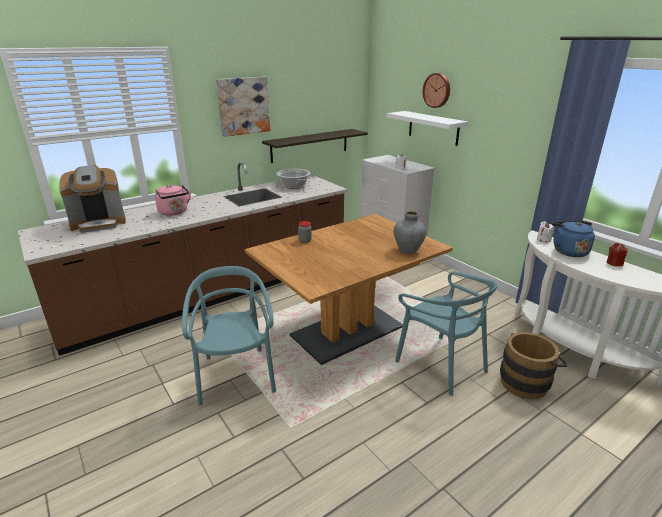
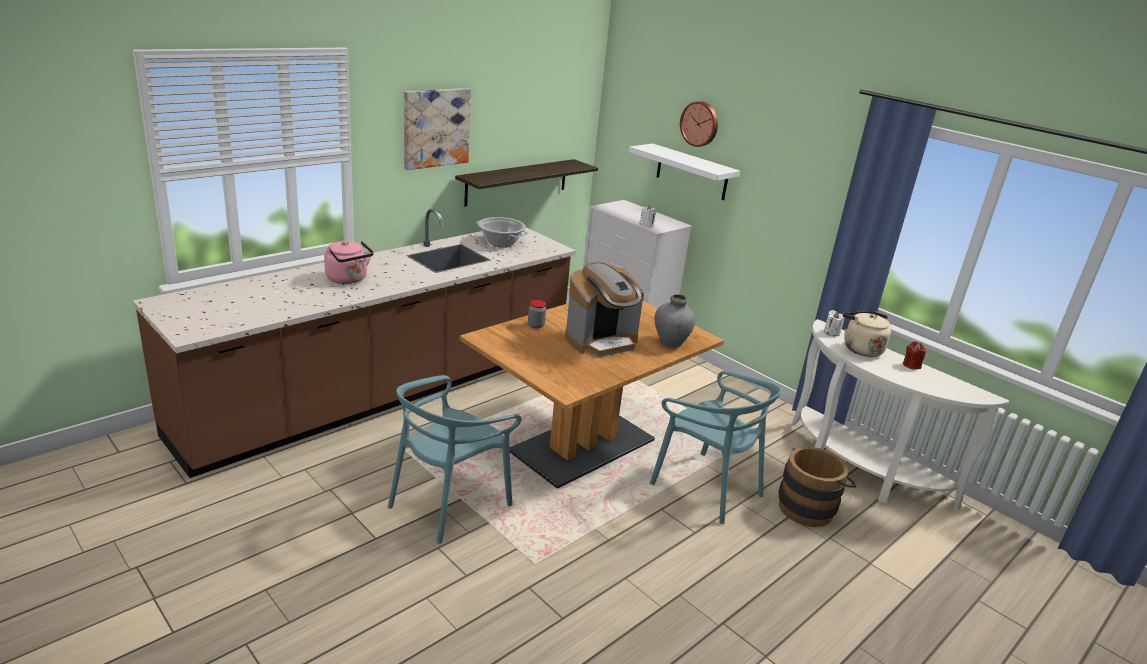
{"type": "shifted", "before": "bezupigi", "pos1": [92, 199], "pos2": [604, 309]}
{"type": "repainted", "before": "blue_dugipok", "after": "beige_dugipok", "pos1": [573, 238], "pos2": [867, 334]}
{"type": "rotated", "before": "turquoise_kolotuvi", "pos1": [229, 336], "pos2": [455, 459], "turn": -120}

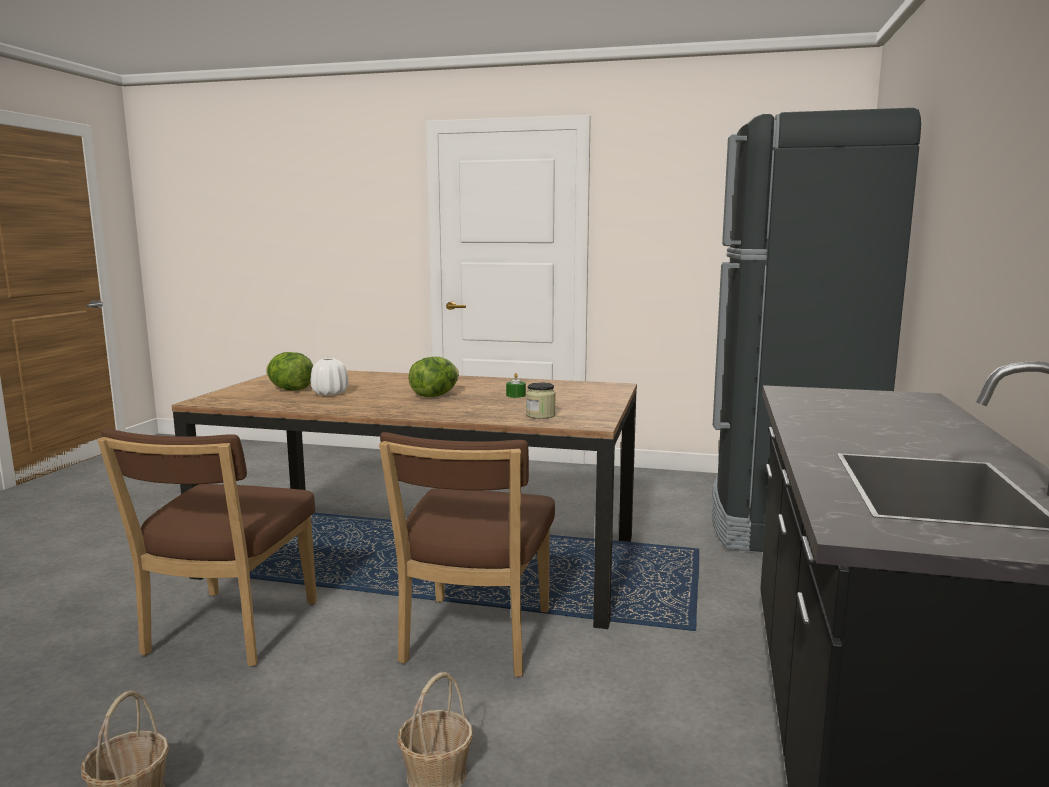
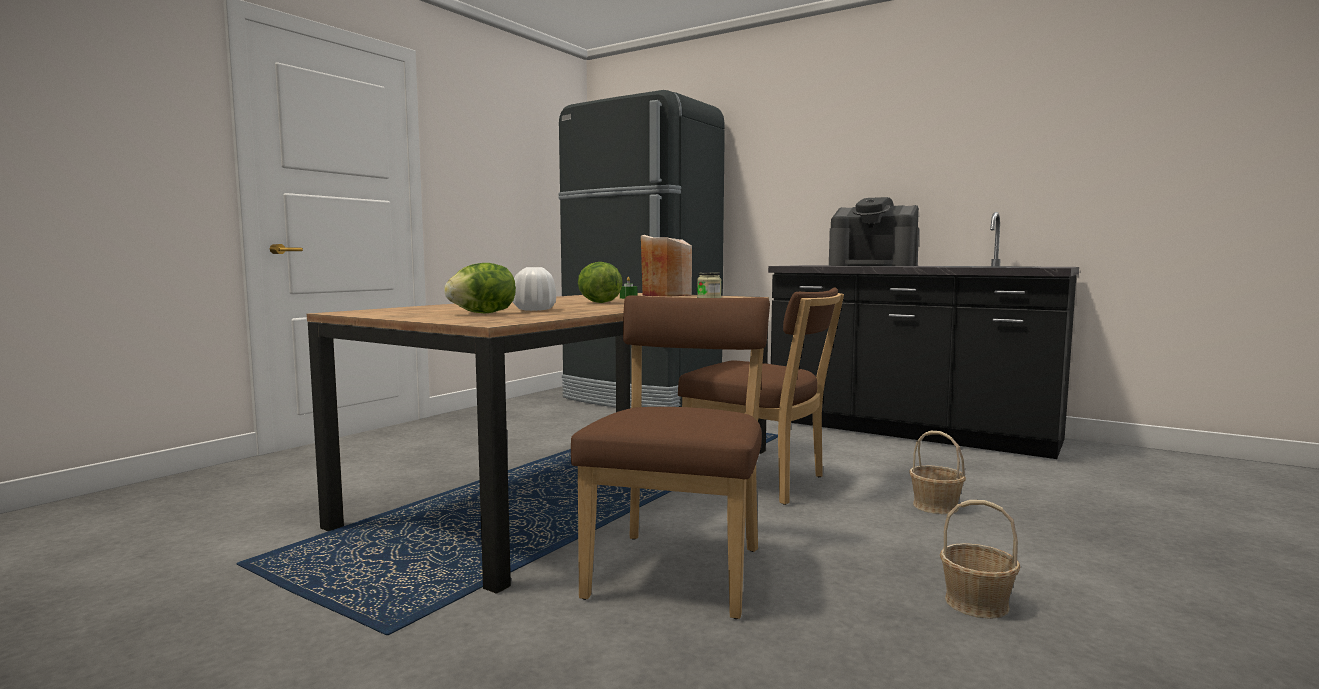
{"type": "new", "after": "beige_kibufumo", "pos2": [666, 266]}
{"type": "new", "after": "bezupigi", "pos2": [874, 231]}
{"type": "rotated", "before": "brown_kolotuvi", "pos1": [207, 547], "pos2": [670, 457], "turn": -105}

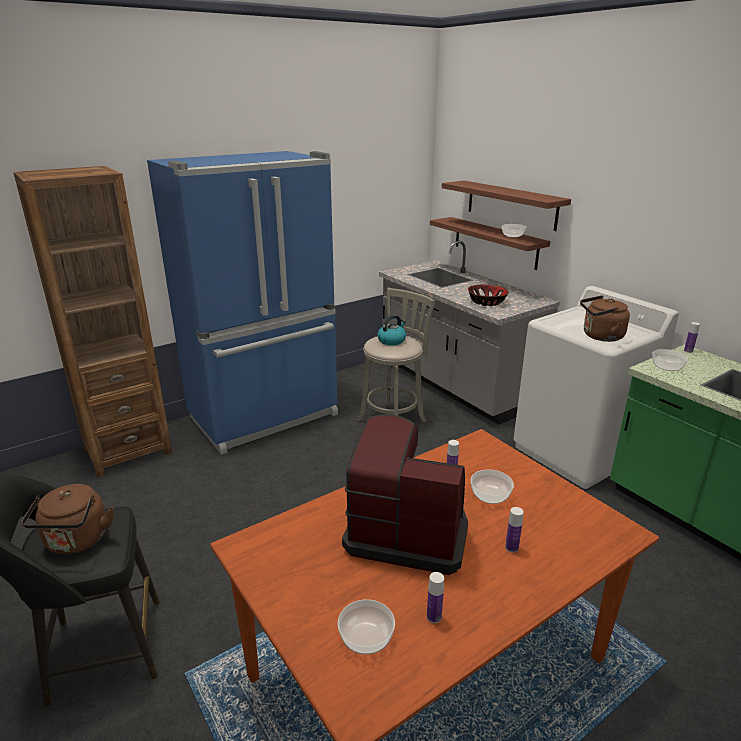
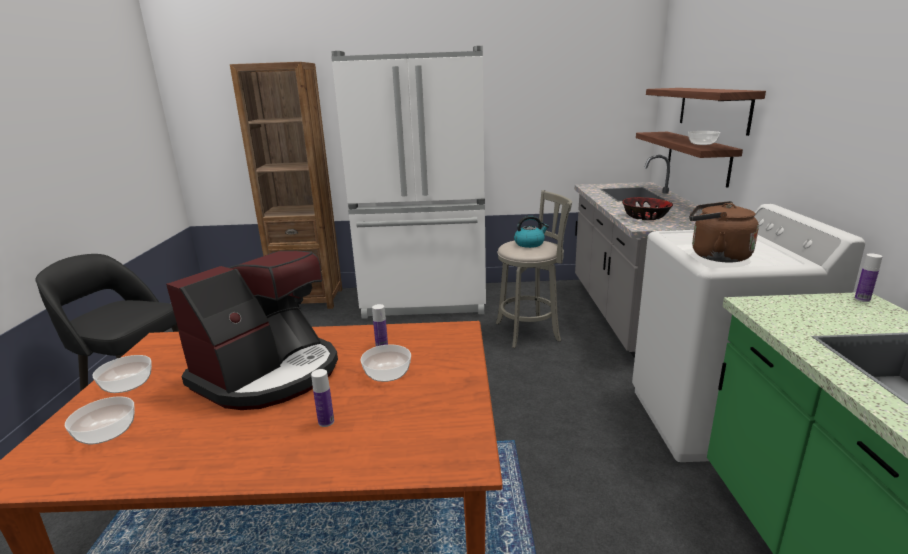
{"type": "gone", "before": "brown_dugipok", "pos1": [67, 519]}
{"type": "gone", "before": "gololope", "pos1": [435, 597]}
{"type": "shifted", "before": "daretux", "pos1": [670, 360], "pos2": [122, 374]}
{"type": "repainted", "before": "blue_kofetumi", "after": "white_kofetumi", "pos1": [242, 303], "pos2": [408, 182]}
{"type": "rotated", "before": "bezupigi", "pos1": [405, 494], "pos2": [252, 330], "turn": 75}

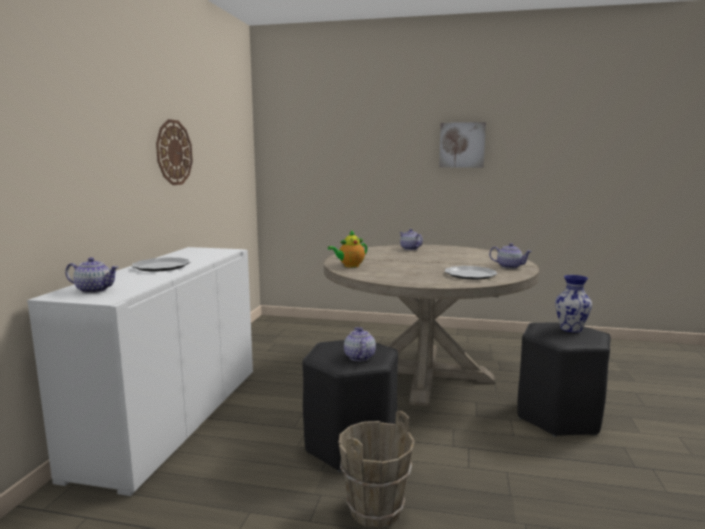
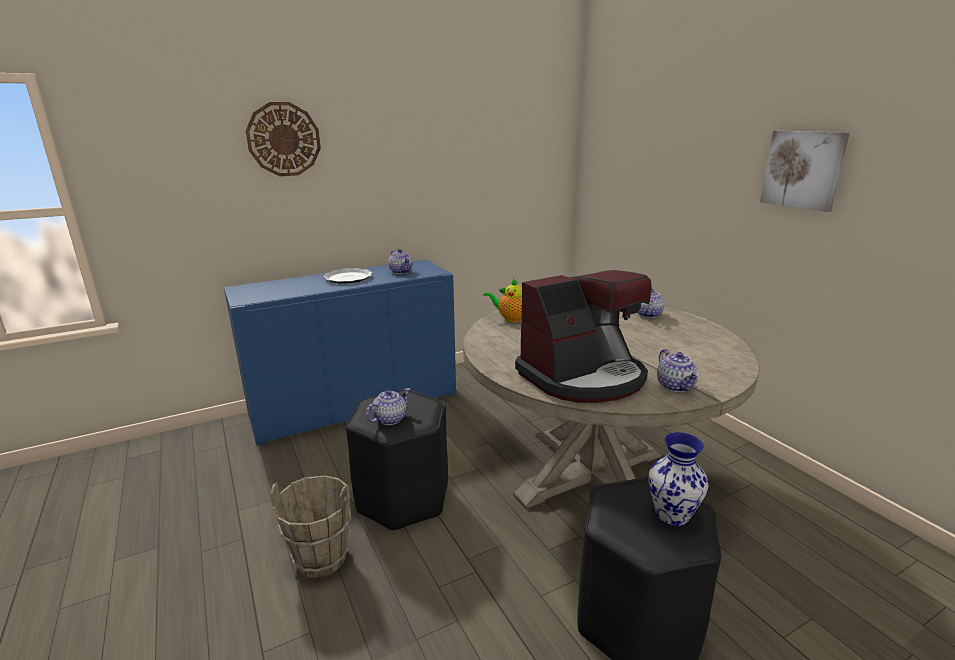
{"type": "shifted", "before": "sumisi", "pos1": [92, 275], "pos2": [400, 261]}
{"type": "shifted", "before": "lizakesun", "pos1": [174, 152], "pos2": [283, 139]}
{"type": "swapped", "before": "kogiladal", "after": "bezupigi", "pos1": [471, 273], "pos2": [583, 336]}
{"type": "repainted", "before": "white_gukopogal", "after": "blue_gukopogal", "pos1": [140, 371], "pos2": [340, 353]}

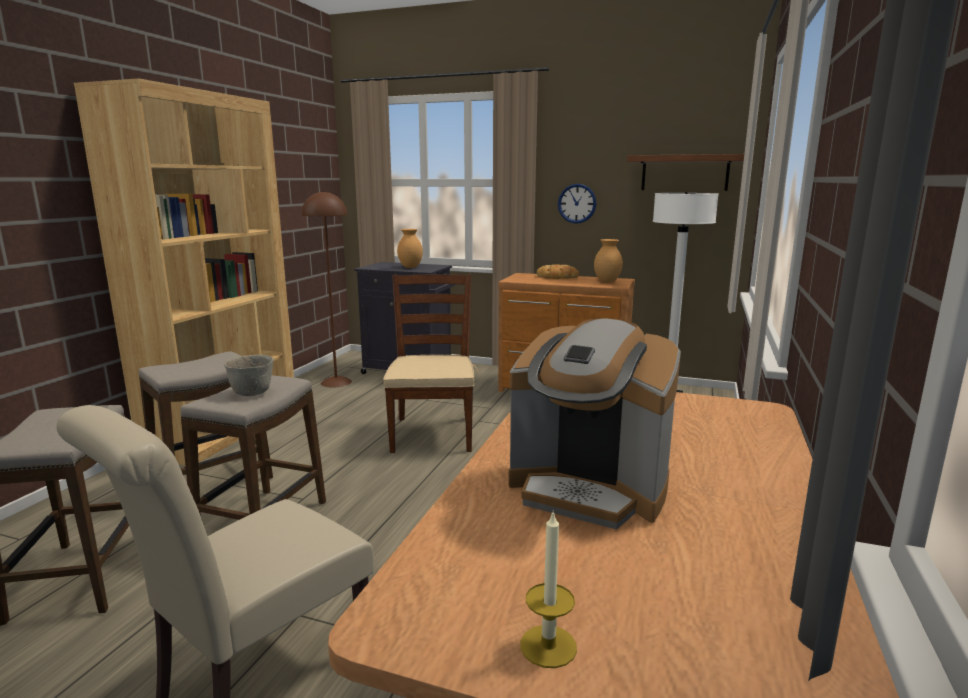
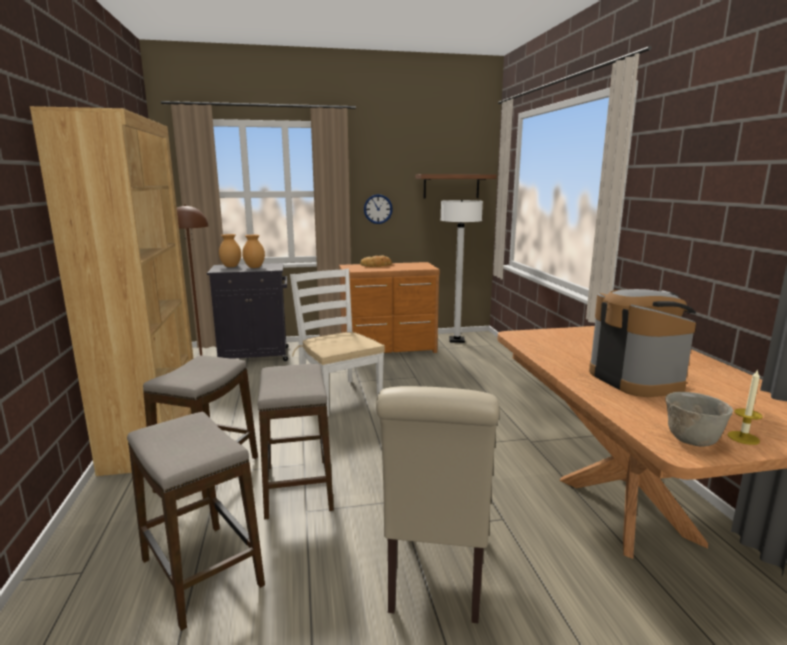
{"type": "shifted", "before": "grey_daretux", "pos1": [249, 375], "pos2": [699, 419]}
{"type": "shifted", "before": "brown_kibufumo", "pos1": [608, 261], "pos2": [230, 250]}
{"type": "repainted", "before": "brown_kolotuvi", "after": "white_kolotuvi", "pos1": [431, 363], "pos2": [337, 342]}
{"type": "rotated", "before": "bezupigi", "pos1": [595, 424], "pos2": [642, 343], "turn": -105}

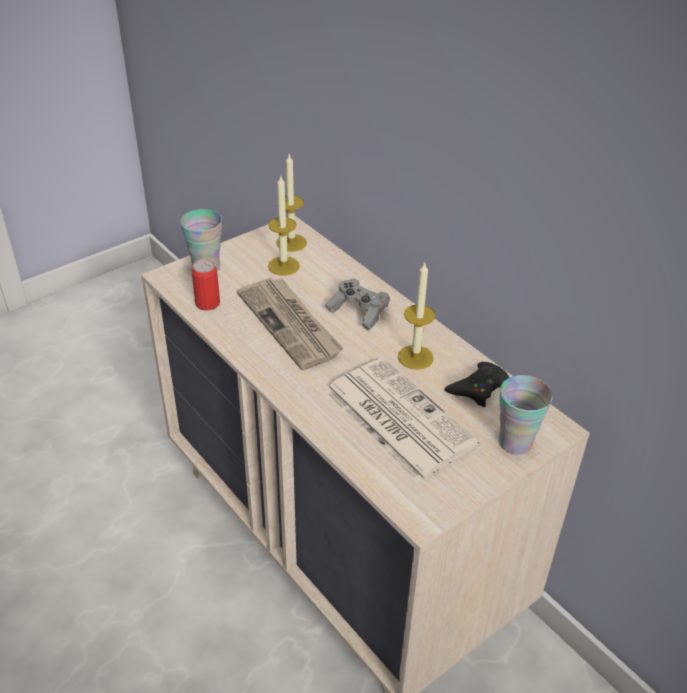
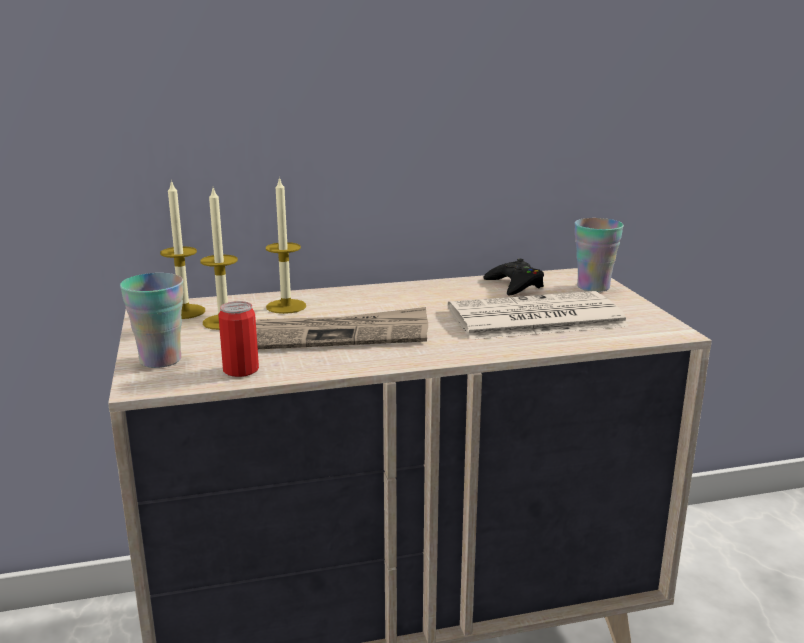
{"type": "gone", "before": "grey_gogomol", "pos1": [357, 304]}
{"type": "shifted", "before": "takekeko", "pos1": [417, 315], "pos2": [286, 245]}

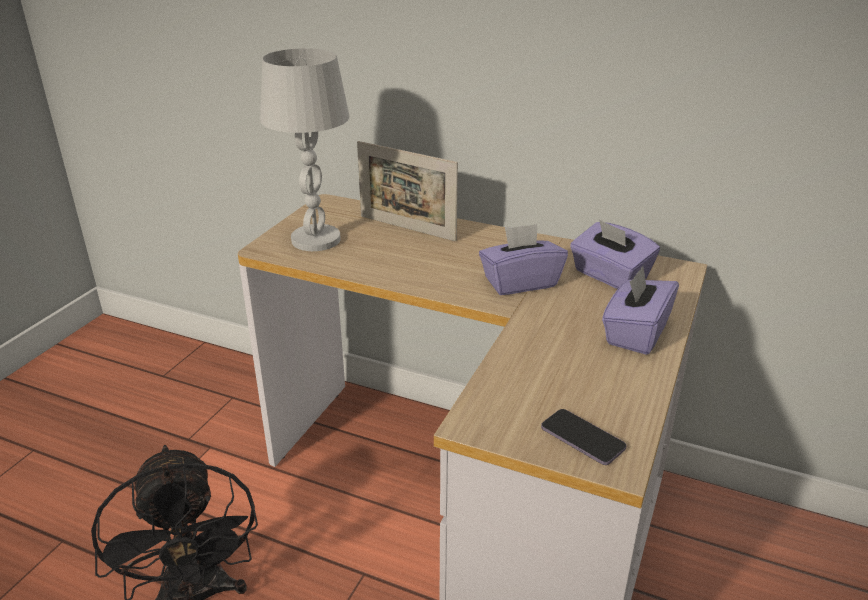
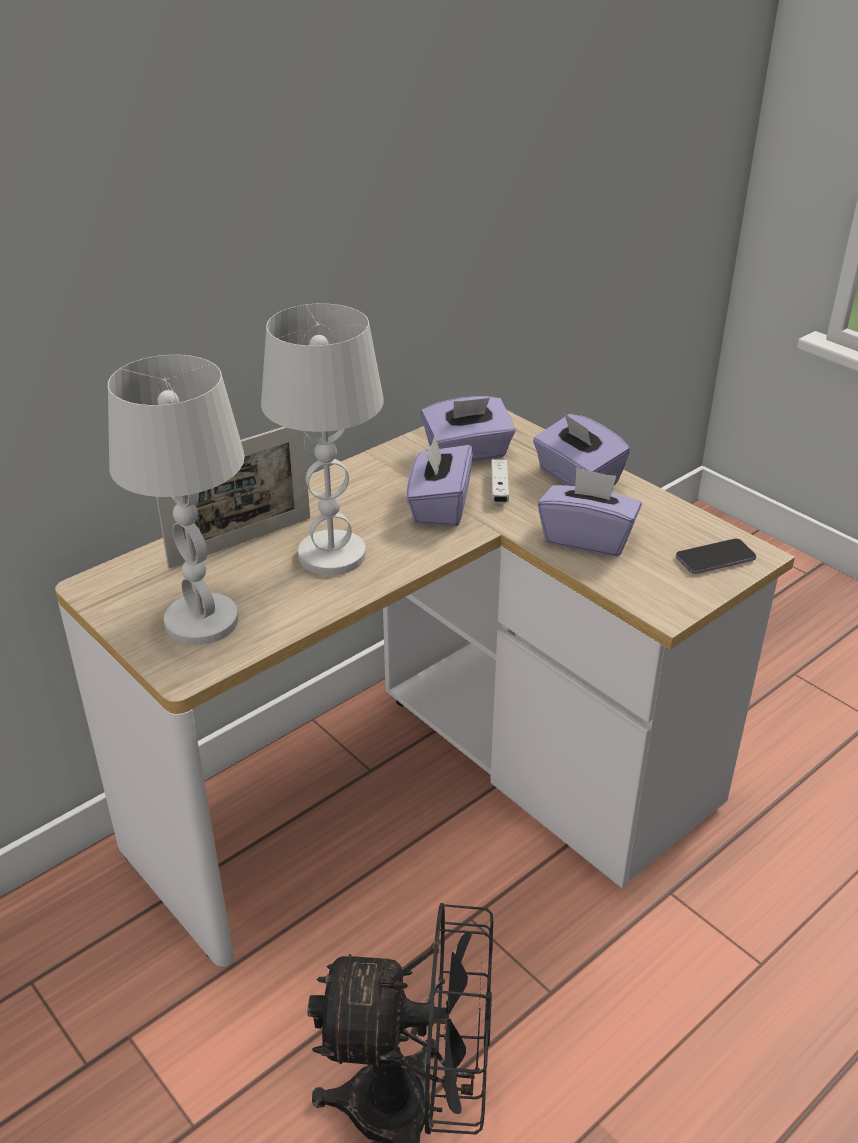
{"type": "new", "after": "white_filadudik", "pos2": [322, 439]}
{"type": "new", "after": "white_gogomol", "pos2": [500, 481]}
{"type": "new", "after": "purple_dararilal", "pos2": [590, 512]}

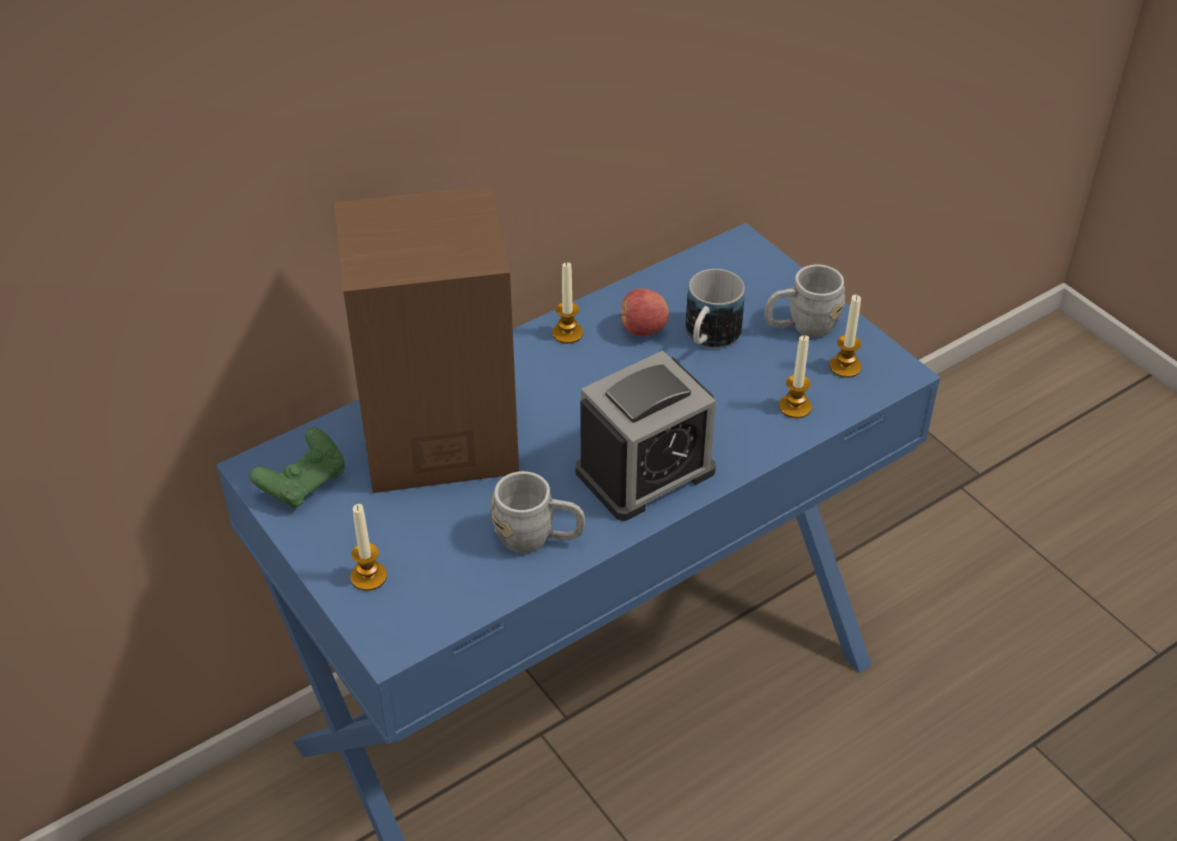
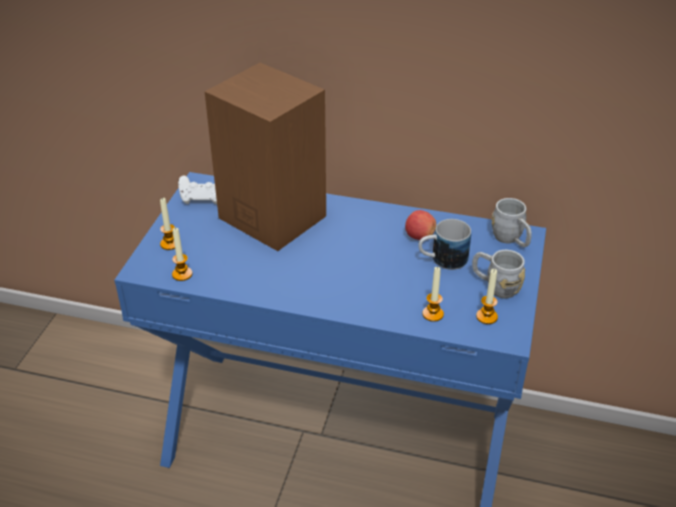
{"type": "gone", "before": "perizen", "pos1": [645, 436]}
{"type": "shifted", "before": "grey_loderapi", "pos1": [537, 512], "pos2": [512, 222]}
{"type": "shifted", "before": "takekeko", "pos1": [567, 303], "pos2": [182, 254]}
{"type": "repainted", "before": "green_gogomol", "after": "white_gogomol", "pos1": [297, 468], "pos2": [197, 189]}

